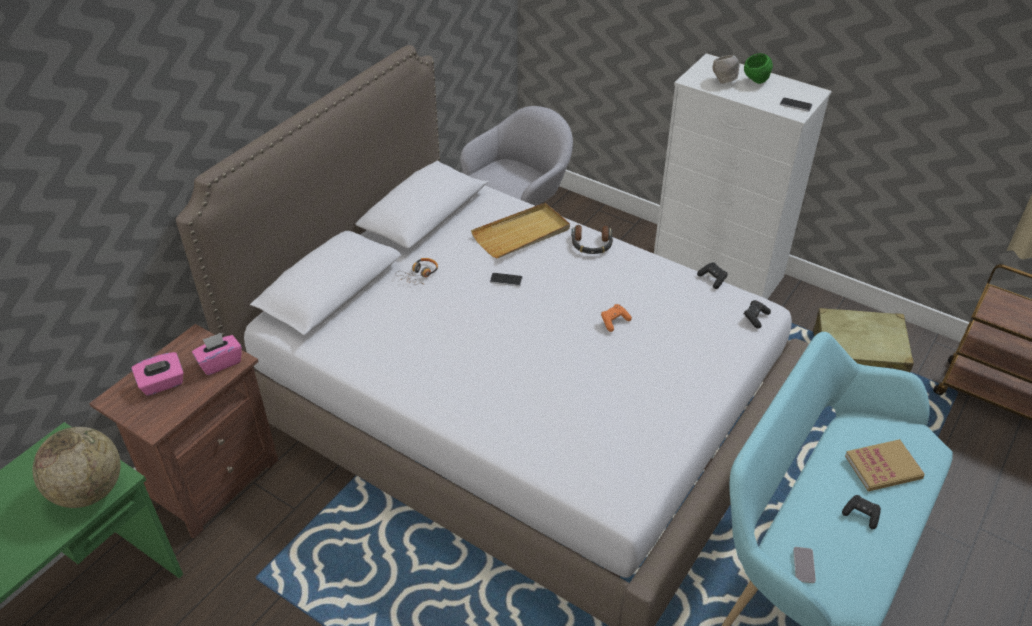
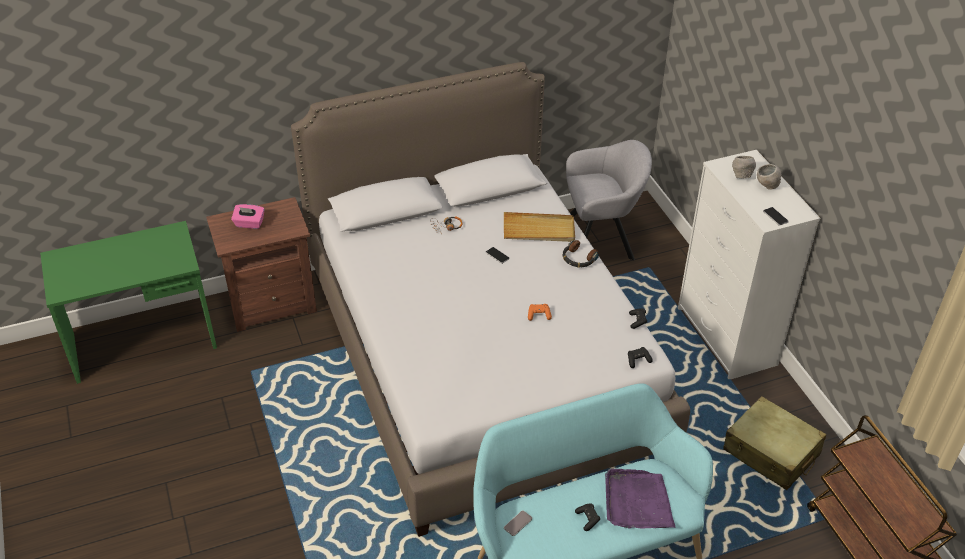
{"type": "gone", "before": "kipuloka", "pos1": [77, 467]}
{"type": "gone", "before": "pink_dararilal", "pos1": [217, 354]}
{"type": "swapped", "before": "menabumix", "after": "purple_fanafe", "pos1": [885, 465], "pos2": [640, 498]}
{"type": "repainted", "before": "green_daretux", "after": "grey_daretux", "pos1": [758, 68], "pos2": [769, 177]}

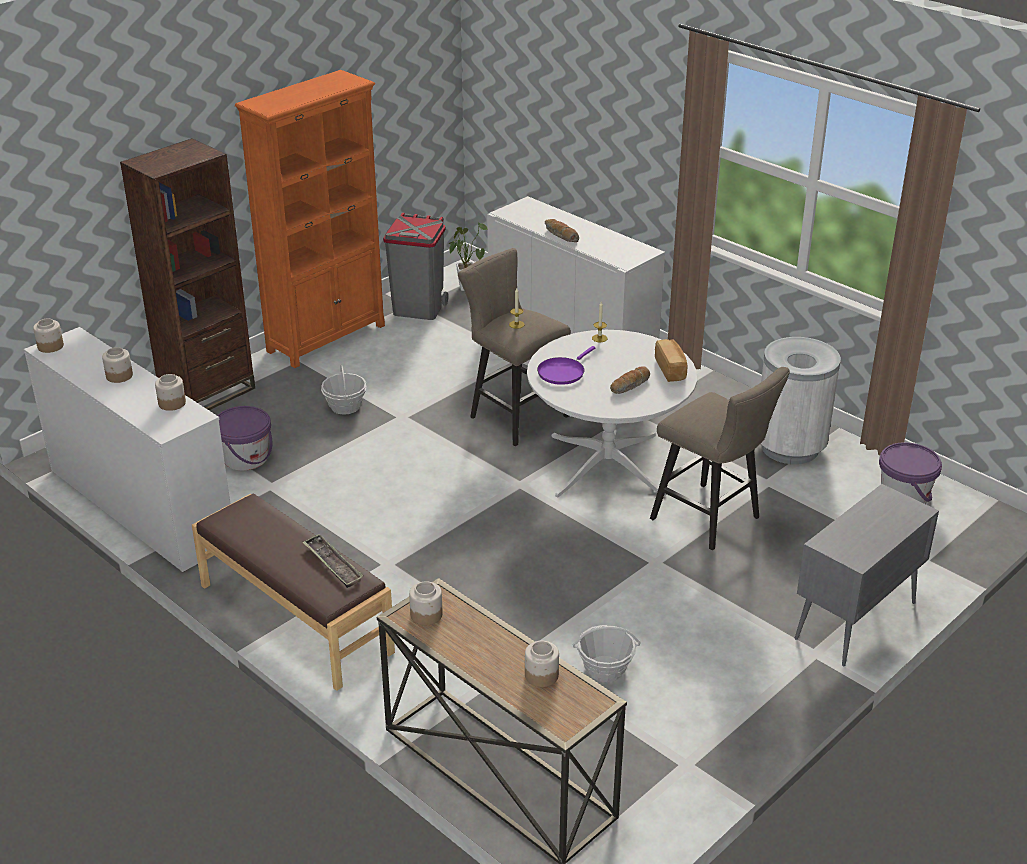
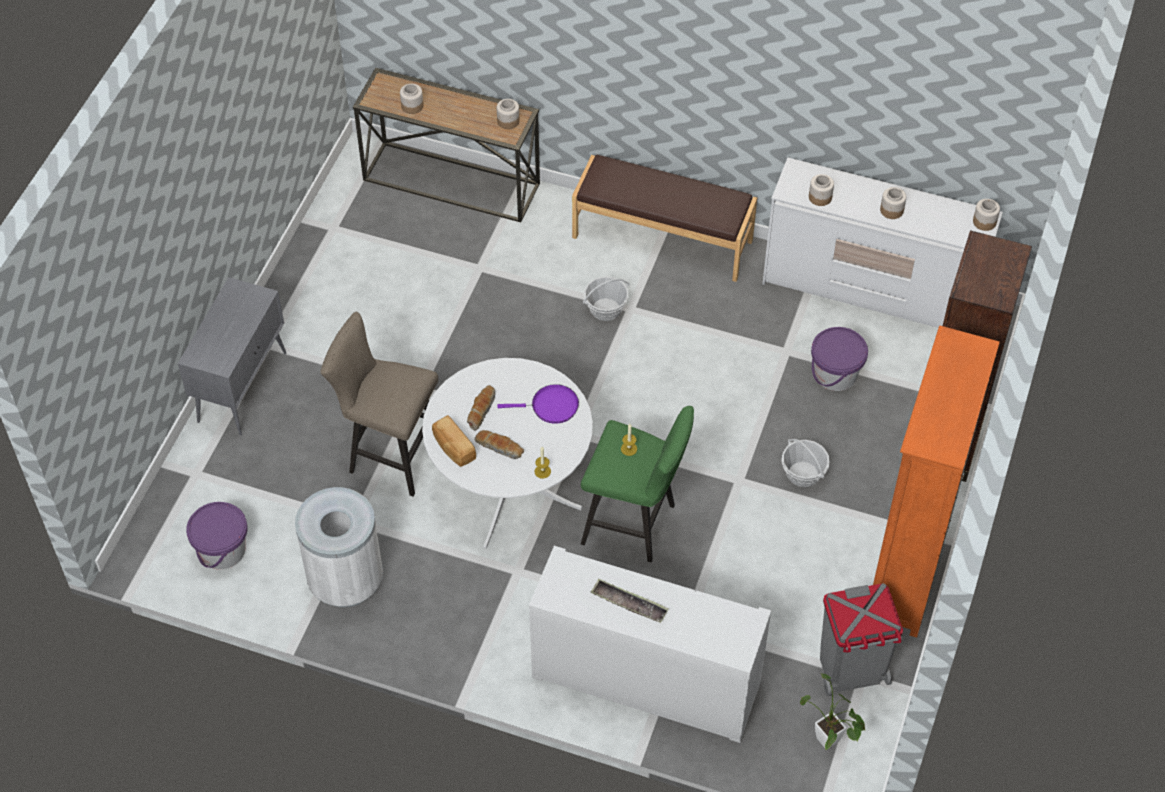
{"type": "shifted", "before": "fanafe", "pos1": [333, 561], "pos2": [630, 601]}
{"type": "shifted", "before": "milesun", "pos1": [562, 230], "pos2": [499, 444]}
{"type": "shifted", "before": "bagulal", "pos1": [606, 653], "pos2": [606, 298]}
{"type": "repainted", "before": "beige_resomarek", "after": "green_resomarek", "pos1": [514, 347], "pos2": [637, 484]}
{"type": "rotated", "before": "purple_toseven", "pos1": [566, 365], "pos2": [538, 404], "turn": 75}

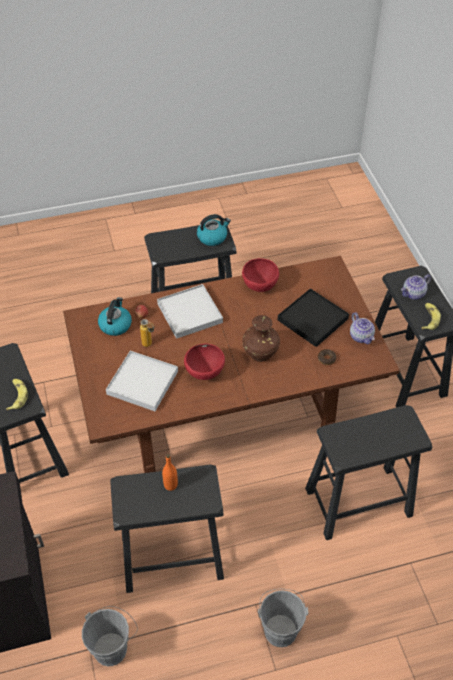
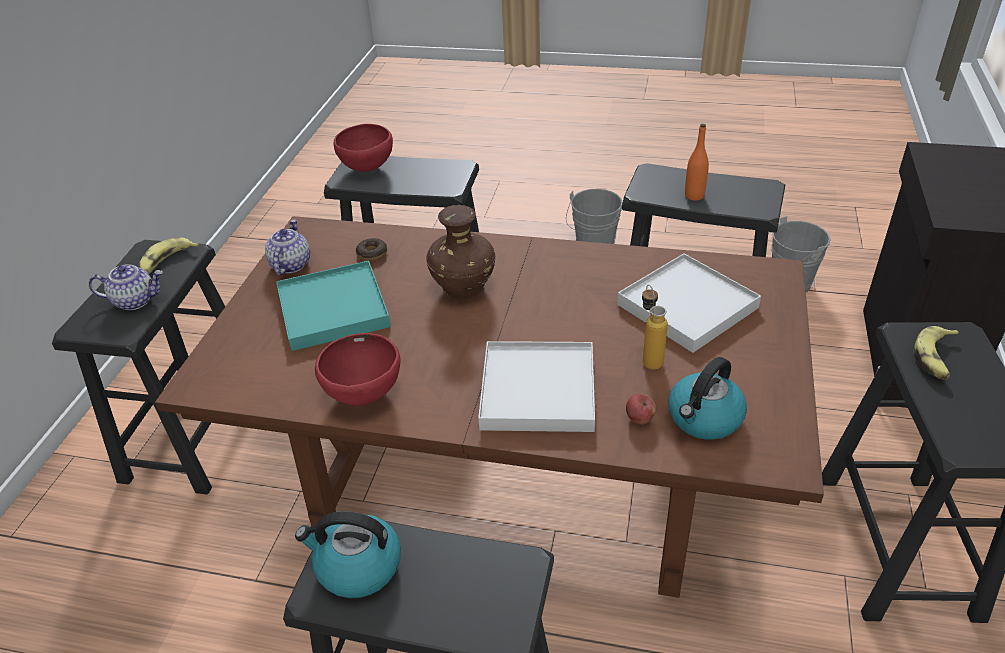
{"type": "shifted", "before": "red_daretux", "pos1": [204, 362], "pos2": [363, 148]}
{"type": "repainted", "before": "black_fanafe", "after": "turquoise_fanafe", "pos1": [313, 317], "pos2": [333, 306]}

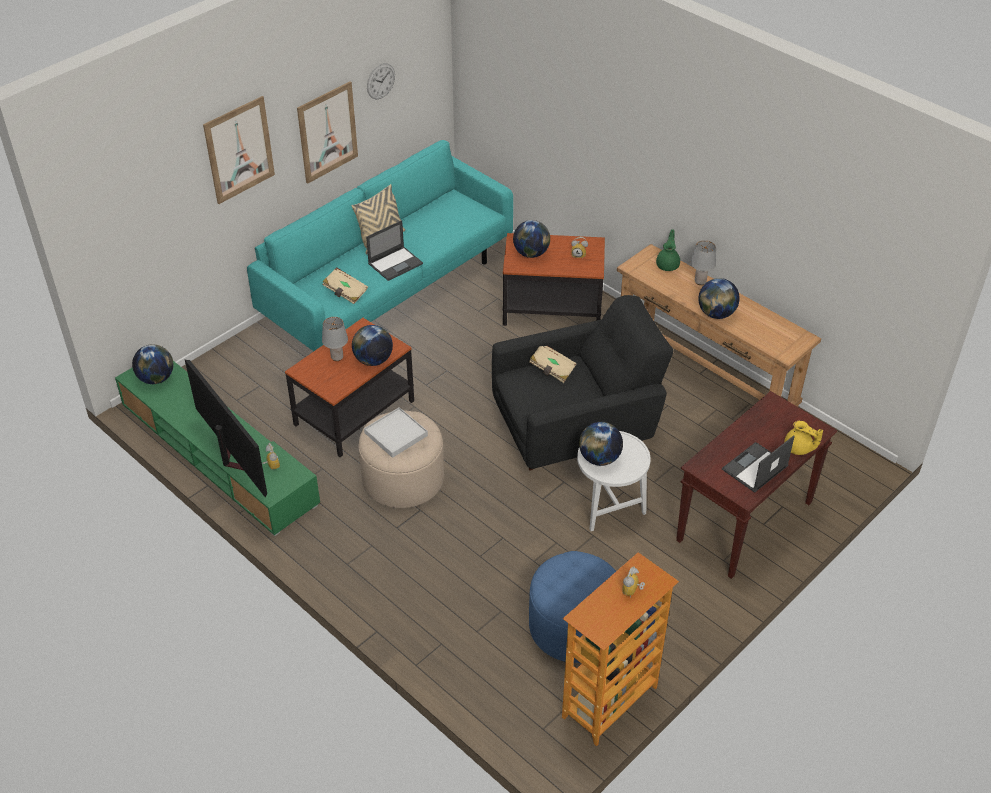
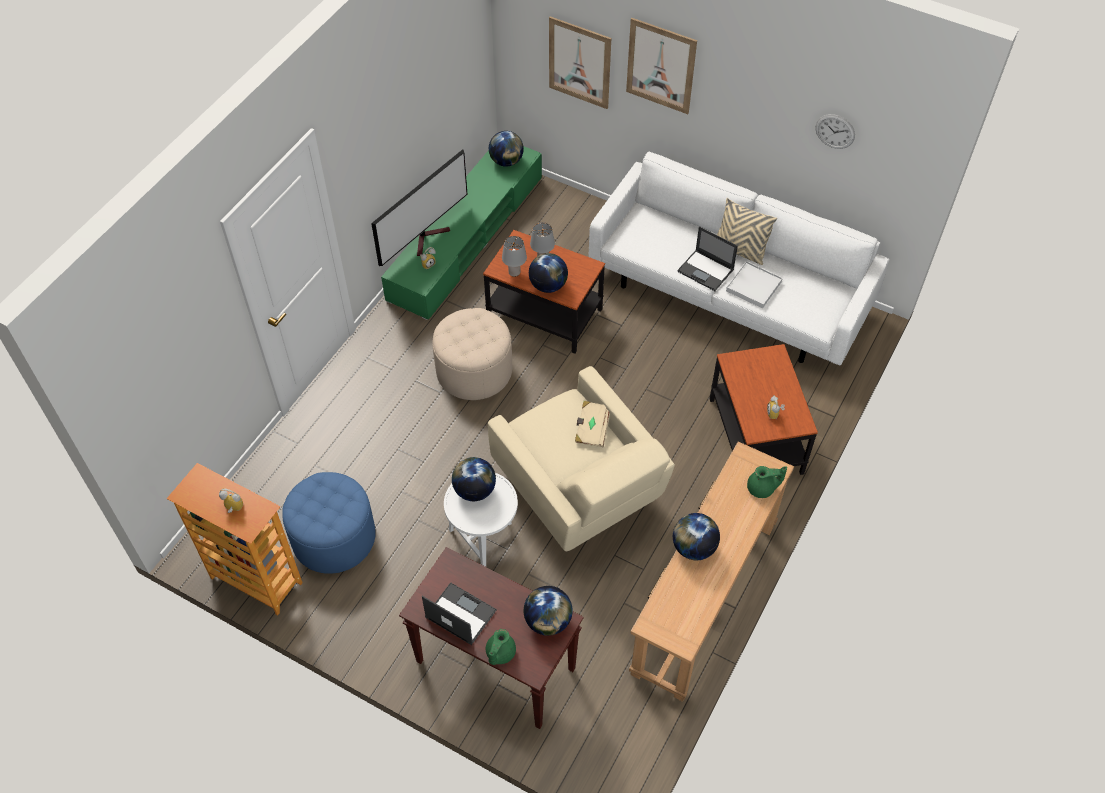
{"type": "gone", "before": "beige_menabumix", "pos1": [345, 285]}
{"type": "shifted", "before": "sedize", "pos1": [327, 132], "pos2": [580, 62]}
{"type": "shifted", "before": "white_fanafe", "pos1": [396, 432], "pos2": [754, 285]}
{"type": "shifted", "before": "kipuloka", "pos1": [531, 239], "pos2": [548, 611]}
{"type": "shifted", "before": "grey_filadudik", "pos1": [703, 262], "pos2": [514, 256]}
{"type": "repainted", "before": "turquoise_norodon", "after": "white_norodon", "pos1": [380, 245], "pos2": [739, 258]}
{"type": "repainted", "before": "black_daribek", "after": "beige_daribek", "pos1": [582, 382], "pos2": [581, 458]}
{"type": "repainted", "before": "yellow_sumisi", "after": "green_sumisi", "pos1": [803, 438], "pos2": [501, 647]}

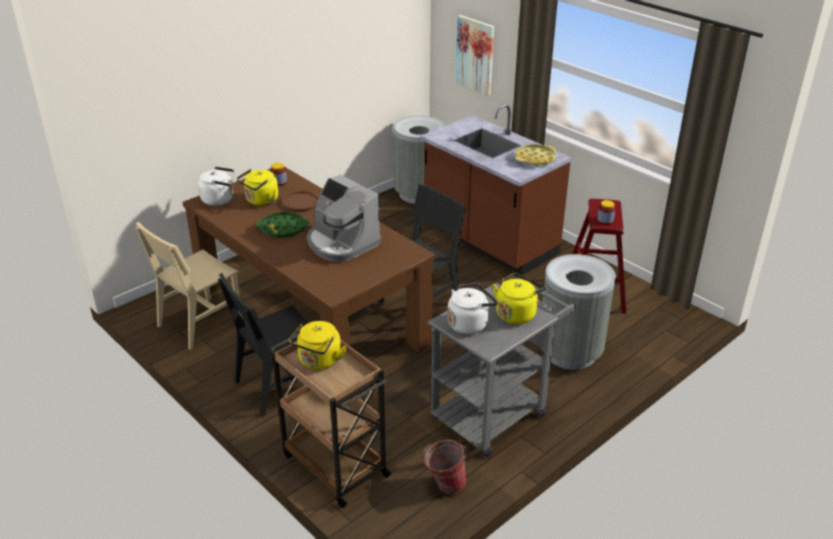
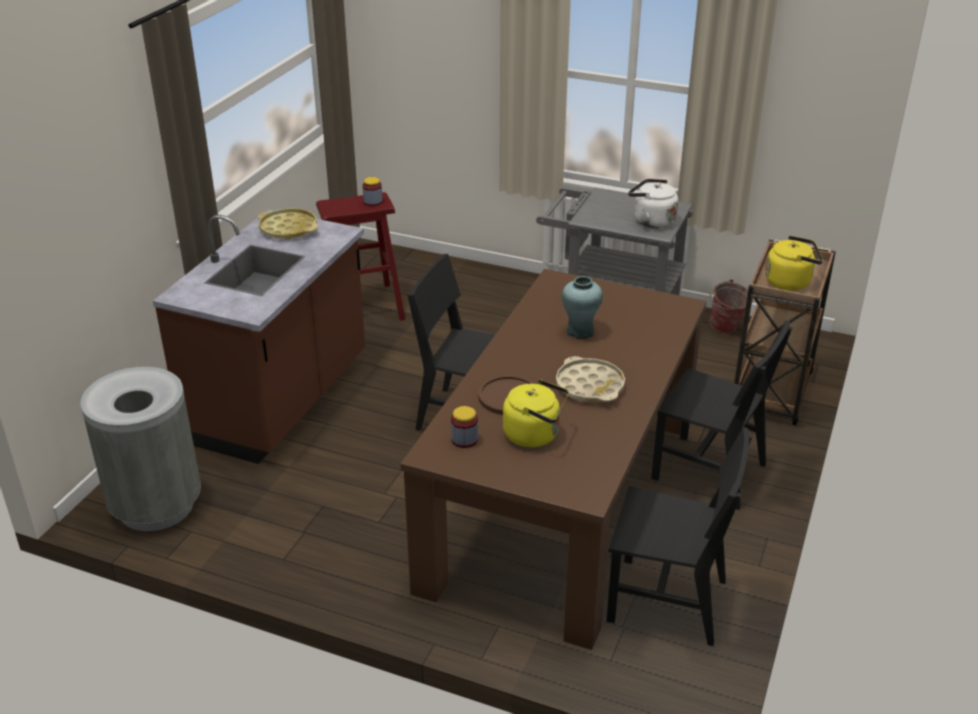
{"type": "gone", "before": "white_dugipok", "pos1": [216, 186]}
{"type": "gone", "before": "sedize", "pos1": [474, 55]}
{"type": "gone", "before": "yellow_dugipok", "pos1": [519, 298]}
{"type": "gone", "before": "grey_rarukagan", "pos1": [578, 312]}
{"type": "swapped", "before": "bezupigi", "after": "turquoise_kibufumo", "pos1": [344, 218], "pos2": [582, 307]}
{"type": "repainted", "before": "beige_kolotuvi", "after": "black_kolotuvi", "pos1": [189, 286], "pos2": [679, 536]}
{"type": "repainted", "before": "green_fanafe", "after": "beige_fanafe", "pos1": [283, 225], "pos2": [590, 379]}

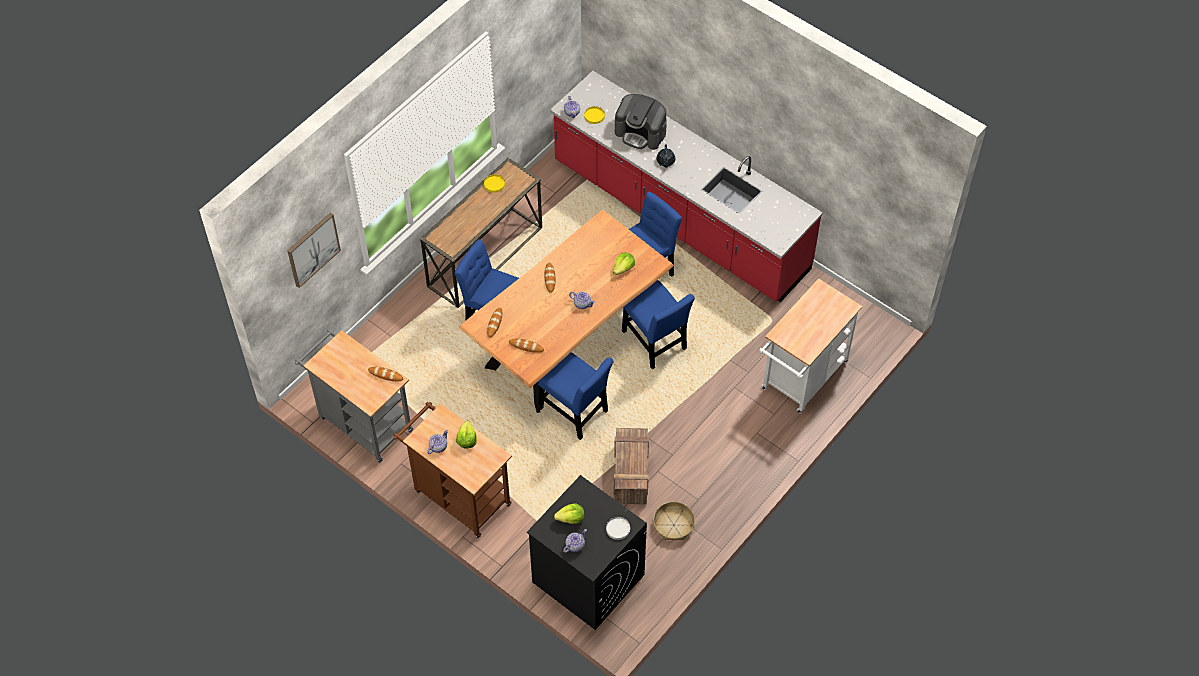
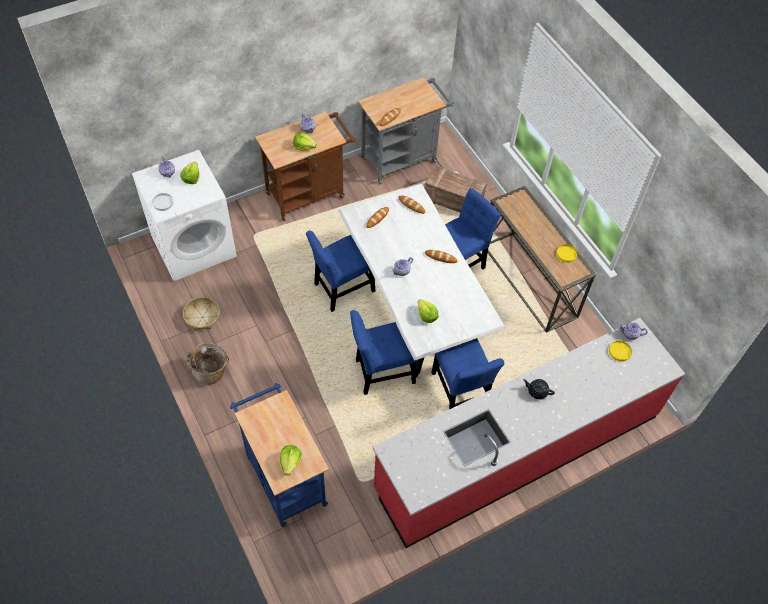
{"type": "gone", "before": "sedize", "pos1": [314, 250]}
{"type": "gone", "before": "bezupigi", "pos1": [641, 122]}
{"type": "new", "after": "bagulal", "pos2": [207, 364]}
{"type": "new", "after": "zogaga", "pos2": [291, 460]}
{"type": "shifted", "before": "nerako", "pos1": [631, 466], "pos2": [455, 188]}
{"type": "repainted", "before": "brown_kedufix", "after": "white_kedufix", "pos1": [566, 311], "pos2": [422, 282]}
{"type": "repainted", "before": "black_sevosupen", "after": "white_sevosupen", "pos1": [587, 552], "pos2": [184, 215]}
{"type": "repainted", "before": "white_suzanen", "after": "blue_suzanen", "pos1": [810, 345], "pos2": [279, 455]}

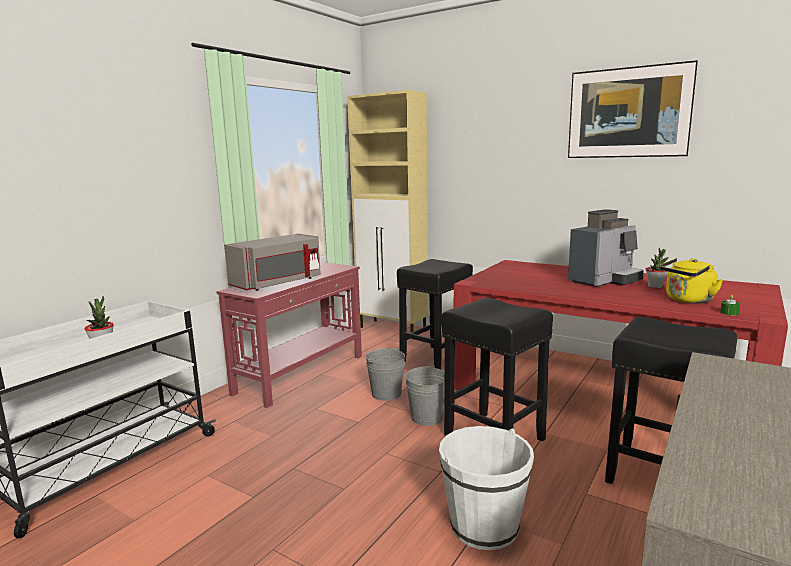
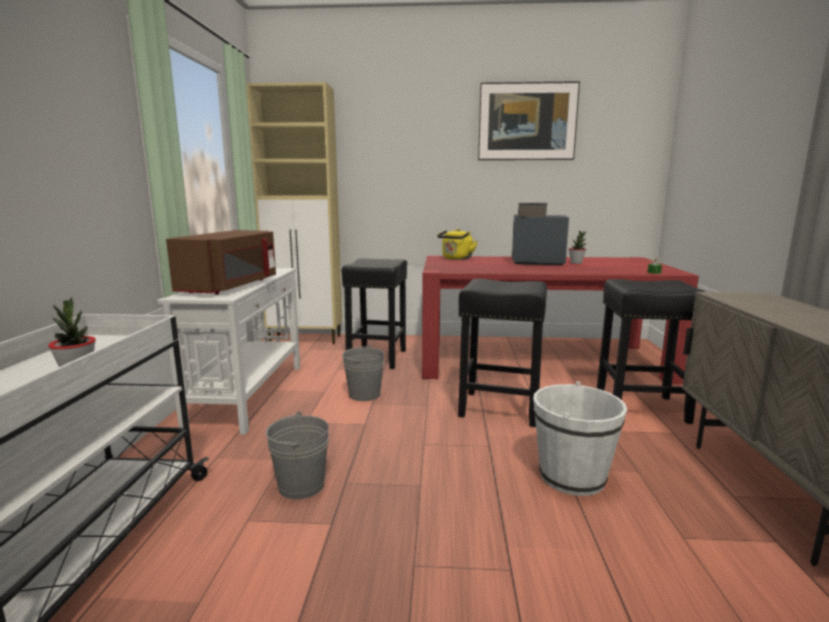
{"type": "shifted", "before": "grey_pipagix", "pos1": [425, 395], "pos2": [297, 455]}
{"type": "shifted", "before": "yellow_dugipok", "pos1": [691, 281], "pos2": [457, 244]}
{"type": "repainted", "before": "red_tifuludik", "after": "white_tifuludik", "pos1": [289, 335], "pos2": [230, 351]}
{"type": "repainted", "before": "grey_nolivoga", "after": "brown_nolivoga", "pos1": [272, 262], "pos2": [221, 262]}
{"type": "rotated", "before": "bezupigi", "pos1": [606, 248], "pos2": [540, 234], "turn": -105}

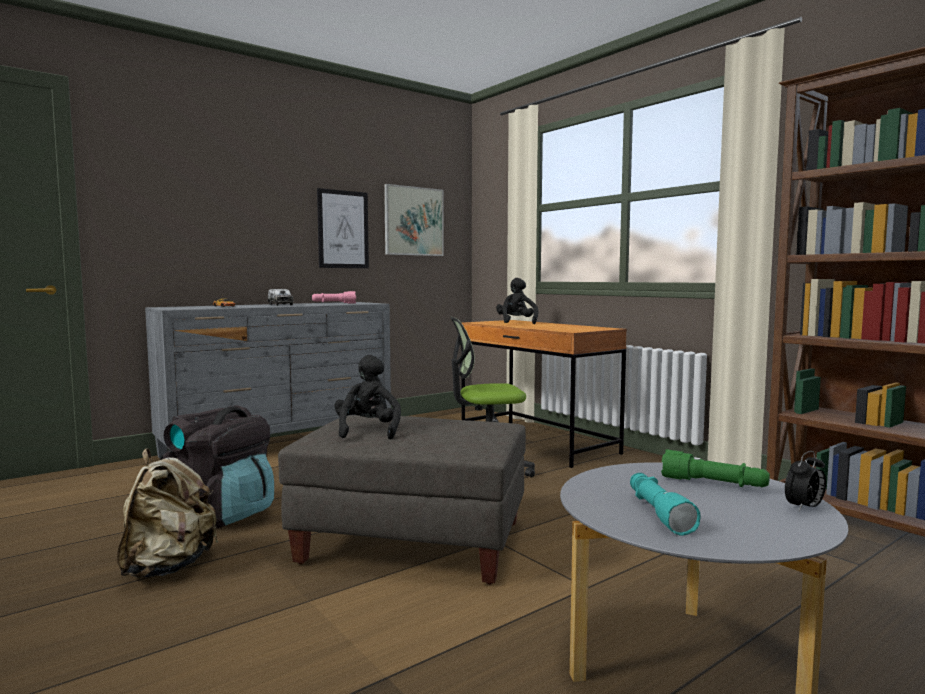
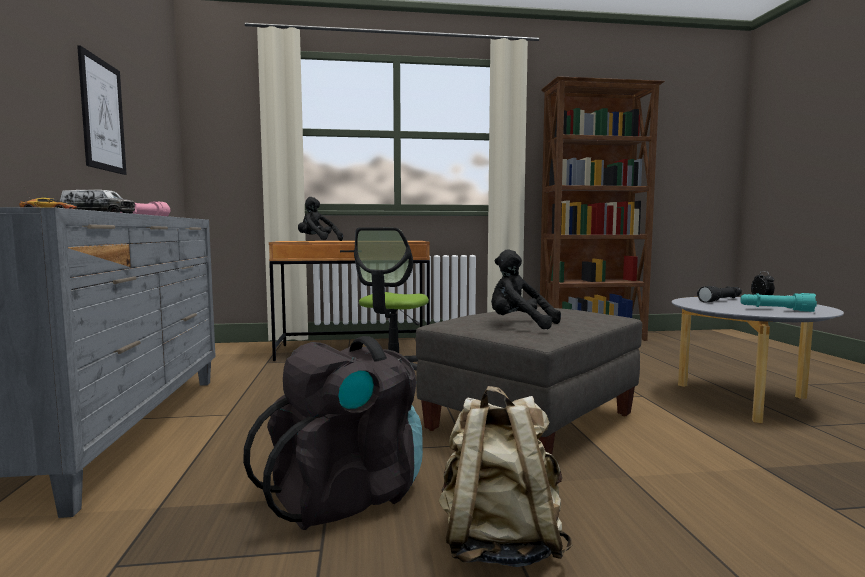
{"type": "gone", "before": "sedize", "pos1": [414, 220]}
{"type": "repainted", "before": "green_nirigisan", "after": "black_nirigisan", "pos1": [715, 468], "pos2": [719, 294]}

